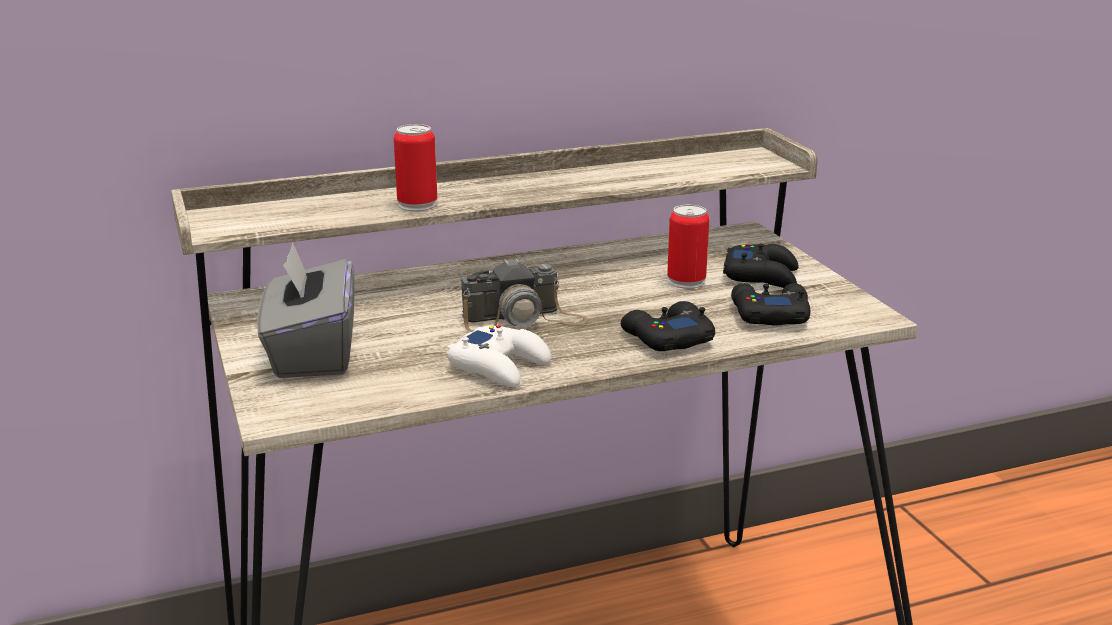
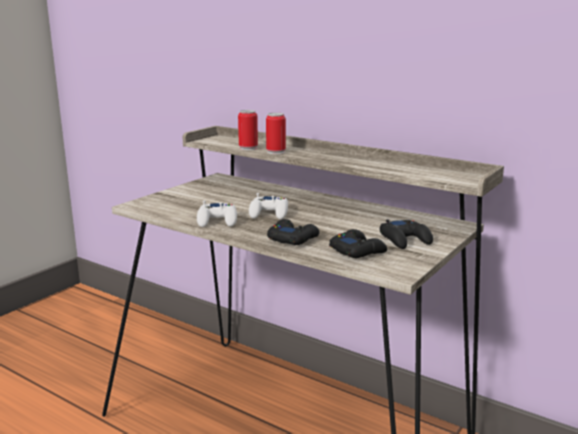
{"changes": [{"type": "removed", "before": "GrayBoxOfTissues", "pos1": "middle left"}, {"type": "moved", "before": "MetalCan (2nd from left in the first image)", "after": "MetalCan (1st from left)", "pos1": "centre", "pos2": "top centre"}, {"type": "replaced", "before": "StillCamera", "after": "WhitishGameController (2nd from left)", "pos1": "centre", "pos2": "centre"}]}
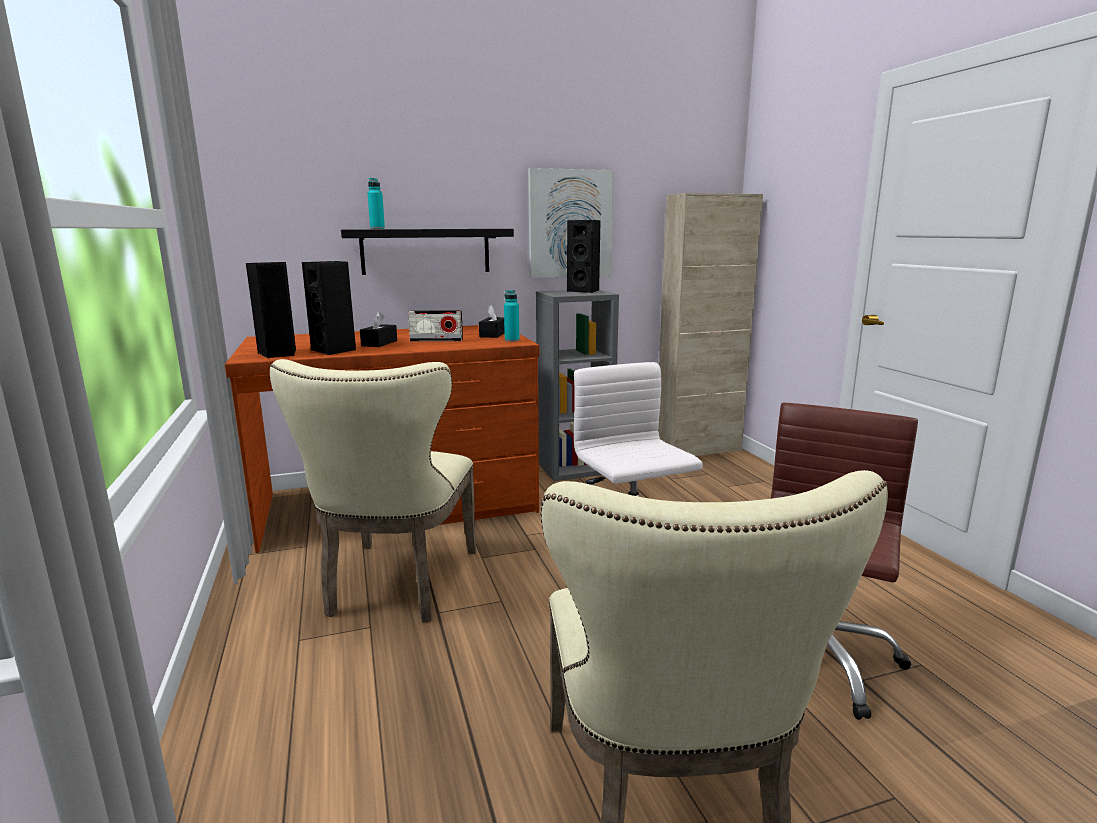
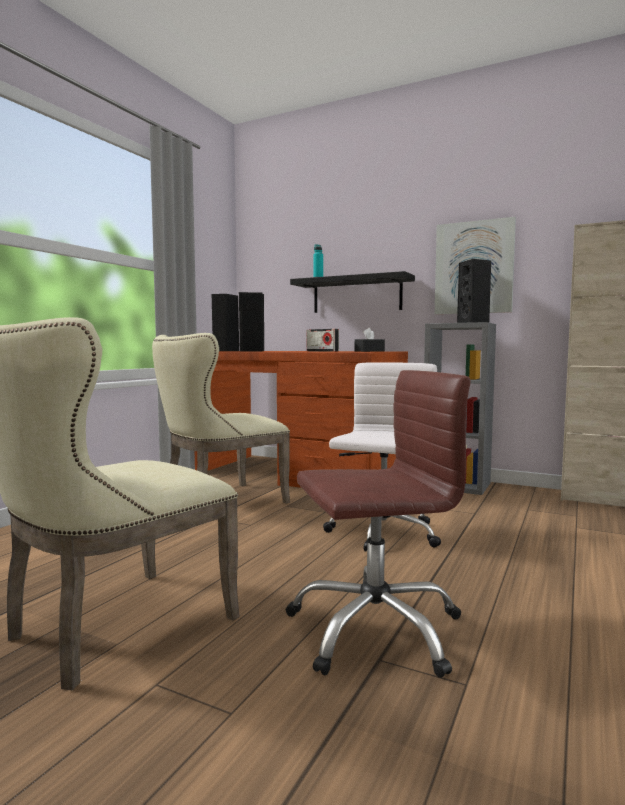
{"changes": [{"type": "removed", "before": "BlackishBoxOfTissues (1st from left)", "pos1": "centre"}, {"type": "removed", "before": "BlueGreenBottle (2nd from left)", "pos1": "centre"}]}
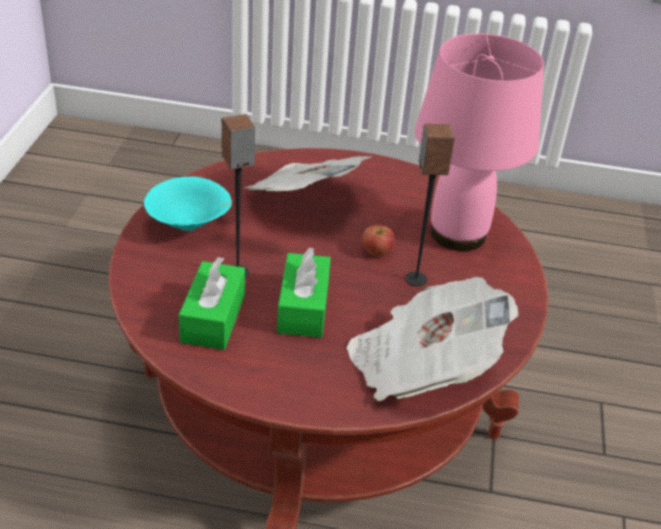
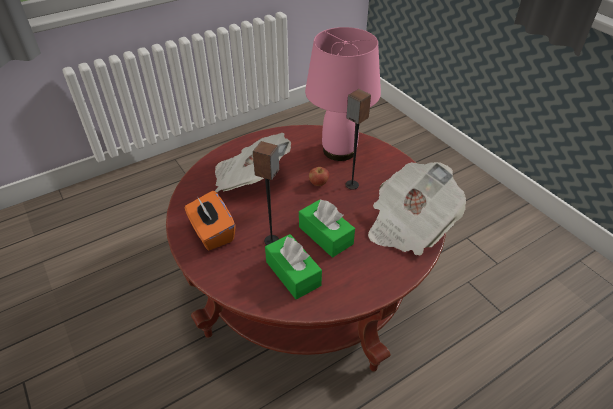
{"changes": [{"type": "replaced", "before": "BlueGreenDeepDish", "after": "OrangeBoxOfTissues", "pos1": "middle left", "pos2": "centre"}]}
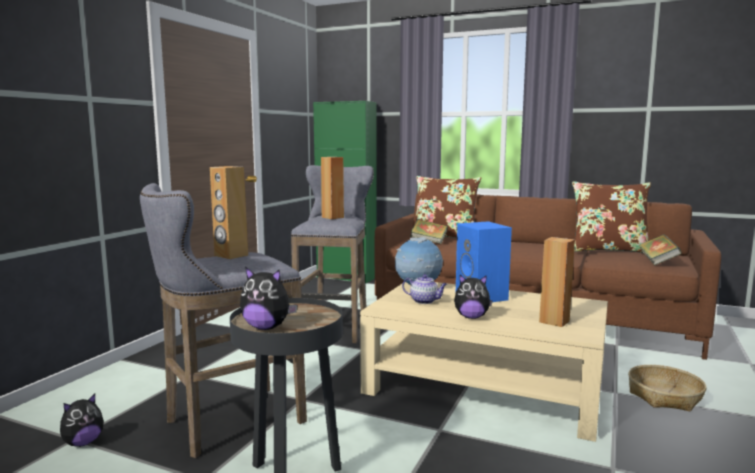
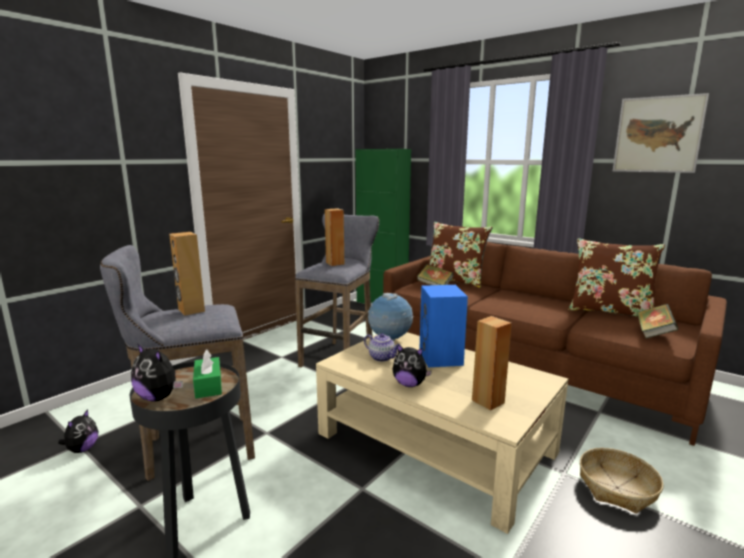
{"changes": [{"type": "added", "after": "GreenBoxOfTissues", "pos2": "bottom left"}, {"type": "added", "after": "WallPicture", "pos2": "top right"}, {"type": "turned", "before": "SoftToy (1st from left)", "pos1": "bottom left", "pos2": "bottom left", "turn": -45}]}
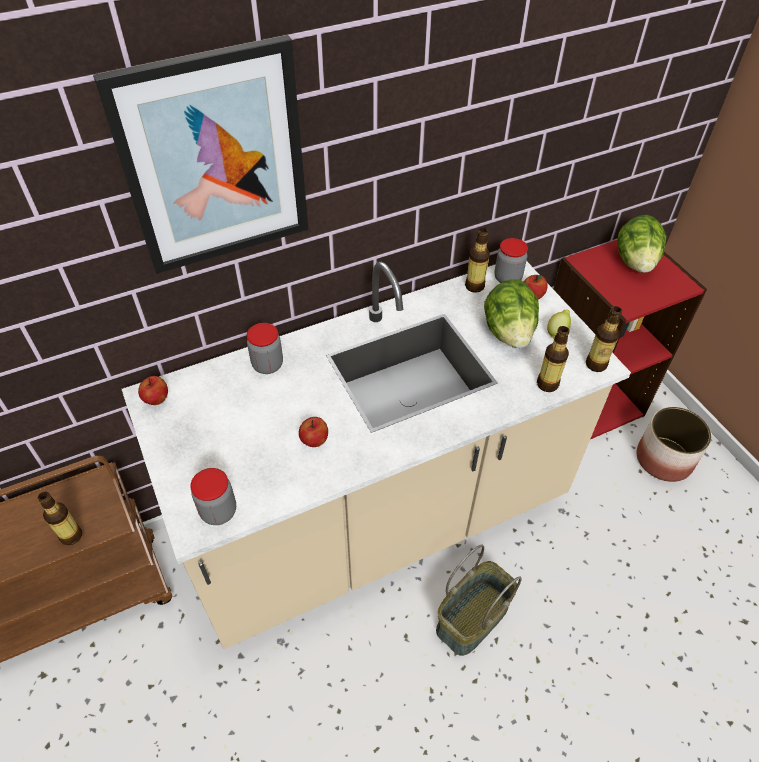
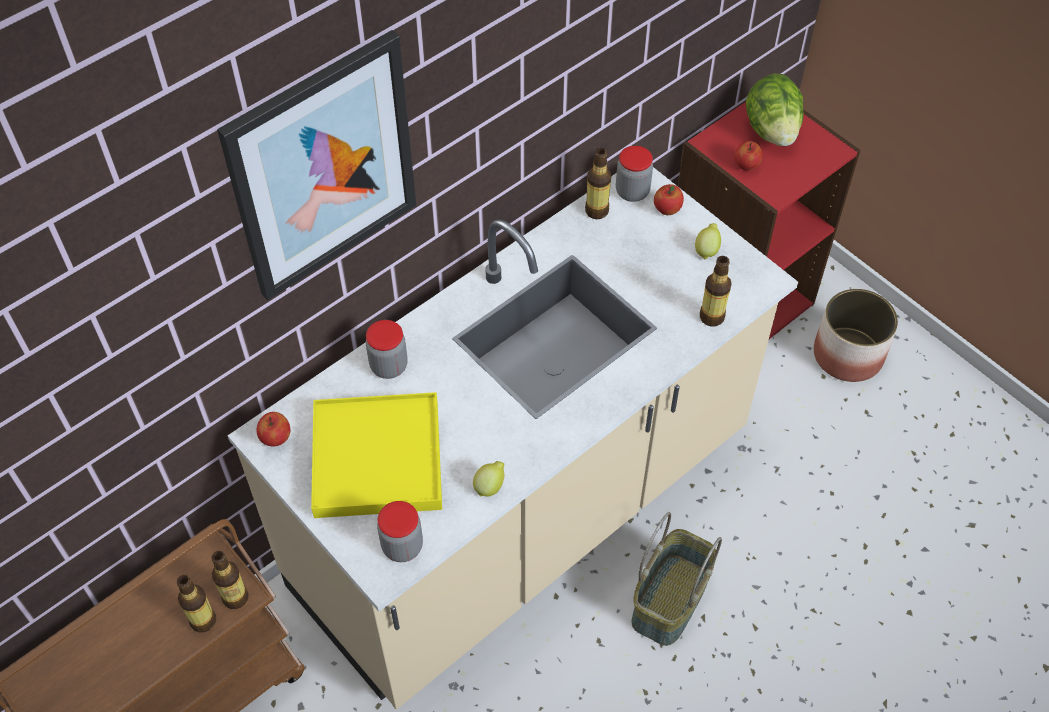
{"changes": [{"type": "removed", "before": "Lettuce (1st from left)", "pos1": "middle right"}, {"type": "added", "after": "YellowCarryingTray", "pos2": "centre"}, {"type": "added", "after": "CitrusFruit (1st from left)", "pos2": "bottom centre"}, {"type": "moved", "before": "WholeApple (2nd from left in the first image)", "after": "WholeApple (3rd from left)", "pos1": "centre", "pos2": "top right"}, {"type": "moved", "before": "Bottle (4th from left in the first image)", "after": "Bottle (2nd from left)", "pos1": "middle right", "pos2": "bottom left"}]}
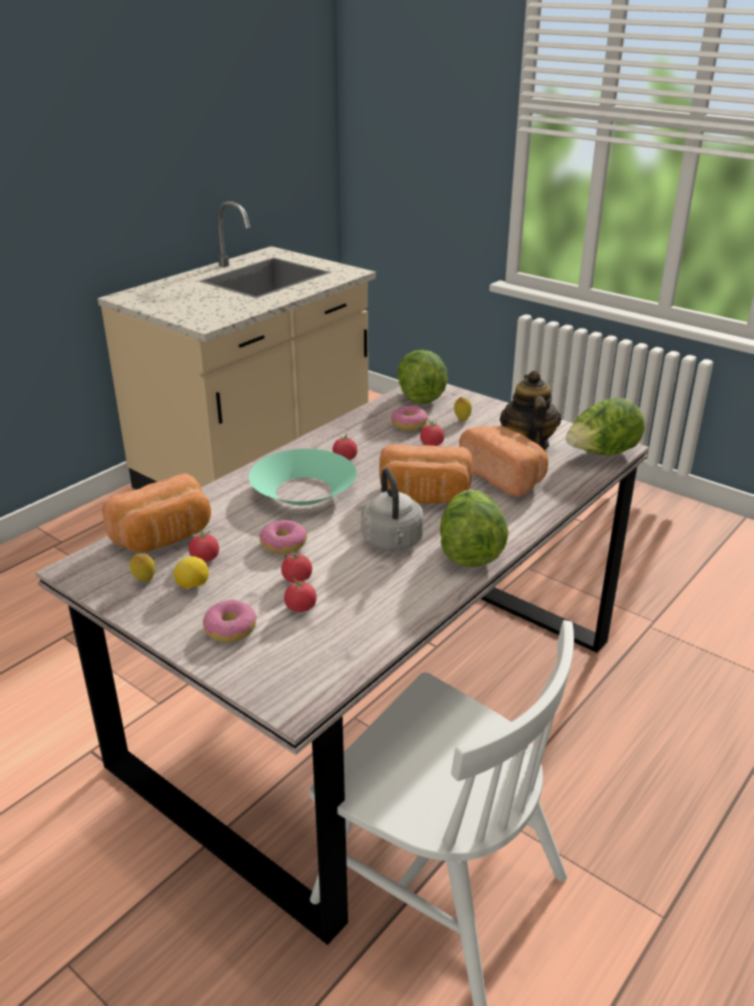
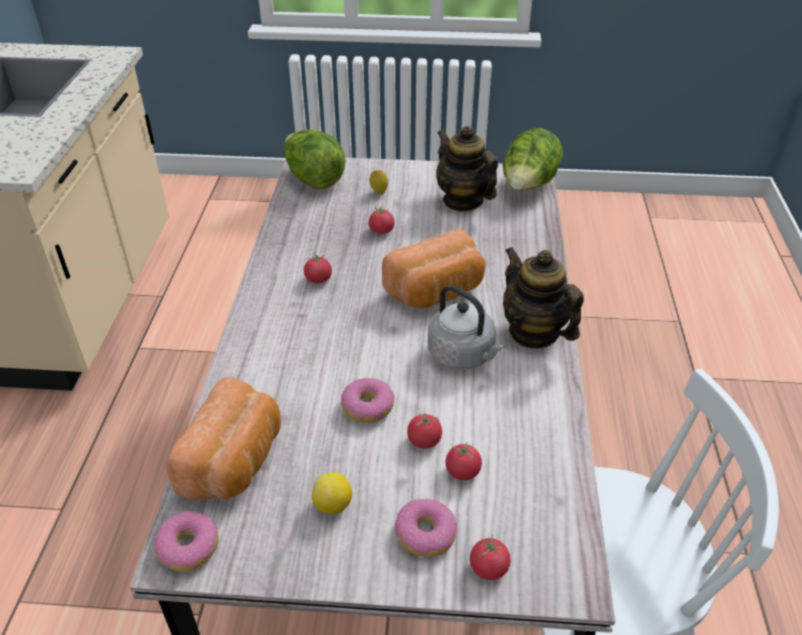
{"changes": [{"type": "removed", "before": "CitrusFruit (1st from left)", "pos1": "middle left"}, {"type": "removed", "before": "BlueGreenDeepDish", "pos1": "centre"}, {"type": "removed", "before": "BakeryBread (3rd from left)", "pos1": "middle right"}, {"type": "moved", "before": "WholeTomato (1st from left in the first image)", "after": "WholeTomato (5th from left)", "pos1": "middle left", "pos2": "bottom centre"}, {"type": "moved", "before": "Donut (3rd from left in the first image)", "after": "Donut (1st from left)", "pos1": "centre", "pos2": "bottom left"}, {"type": "replaced", "before": "Lettuce (2nd from left)", "after": "TeaPot (2nd from left)", "pos1": "centre", "pos2": "middle right"}]}
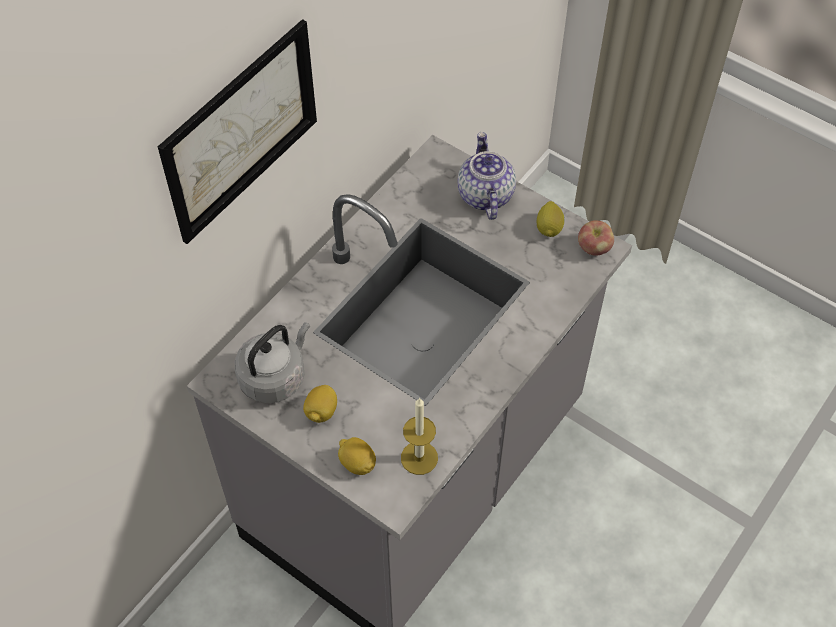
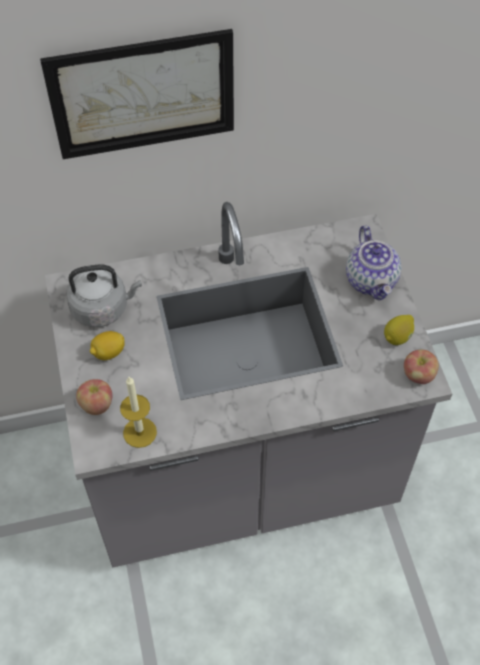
{"changes": [{"type": "replaced", "before": "CitrusFruit (2nd from left)", "after": "WholeApple (1st from left)", "pos1": "bottom centre", "pos2": "middle left"}, {"type": "turned", "before": "TeaPot", "pos1": "top centre", "pos2": "middle right", "turn": 135}]}
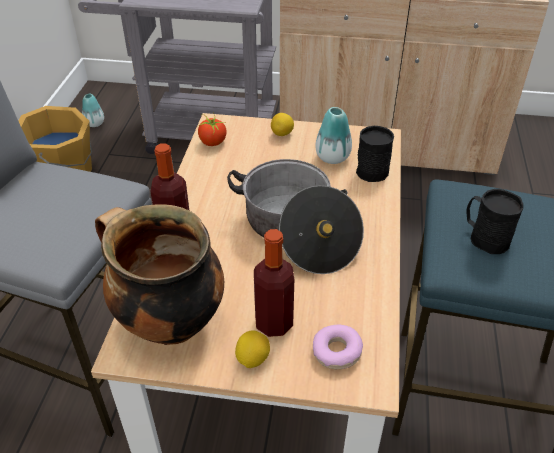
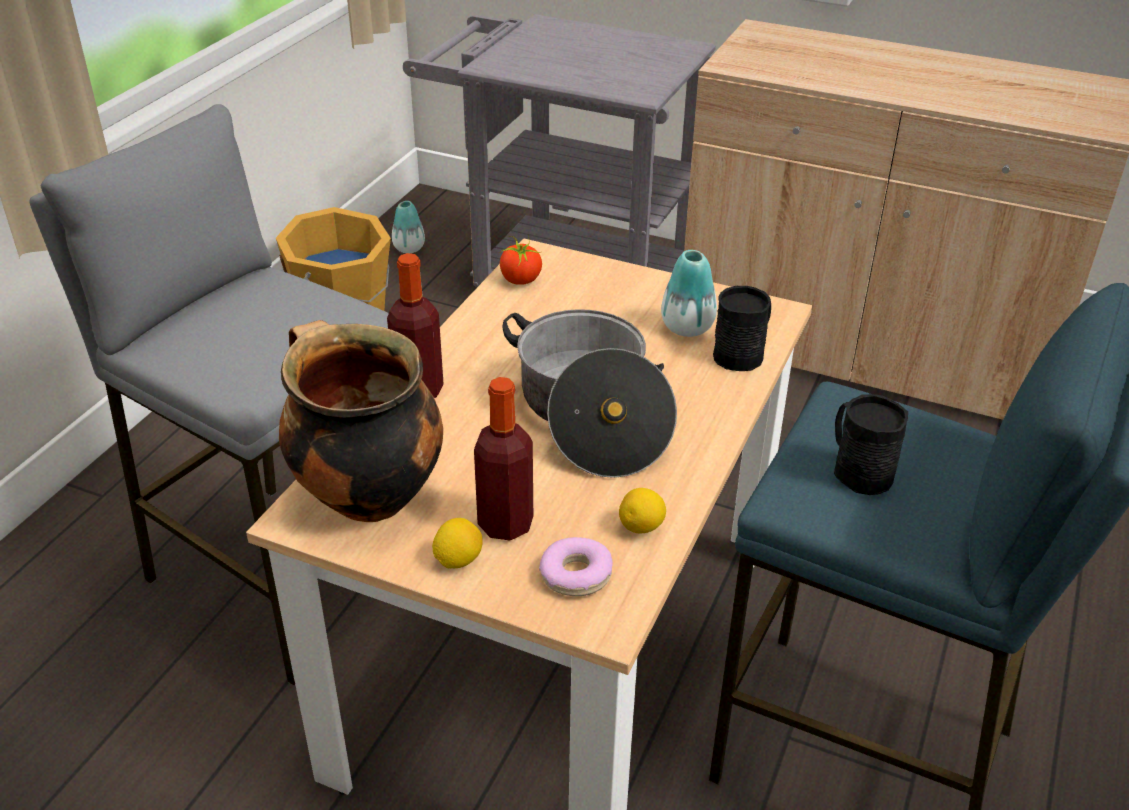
{"changes": [{"type": "moved", "before": "CitrusFruit (2nd from left)", "pos1": "top centre", "pos2": "centre"}]}
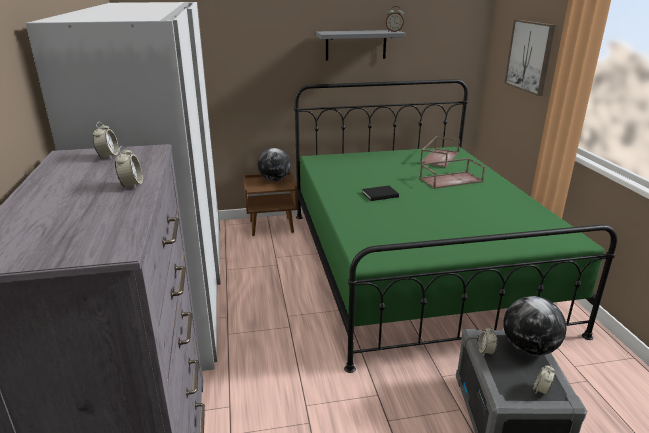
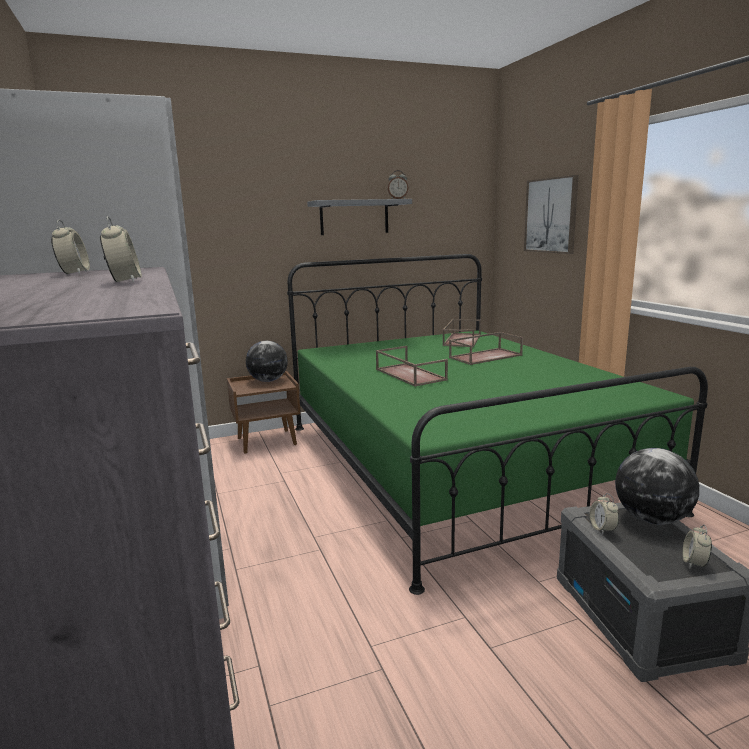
{"changes": [{"type": "replaced", "before": "BlackishBoundBook", "after": "BrownCarryingTray (1st from left)", "pos1": "centre", "pos2": "centre"}]}
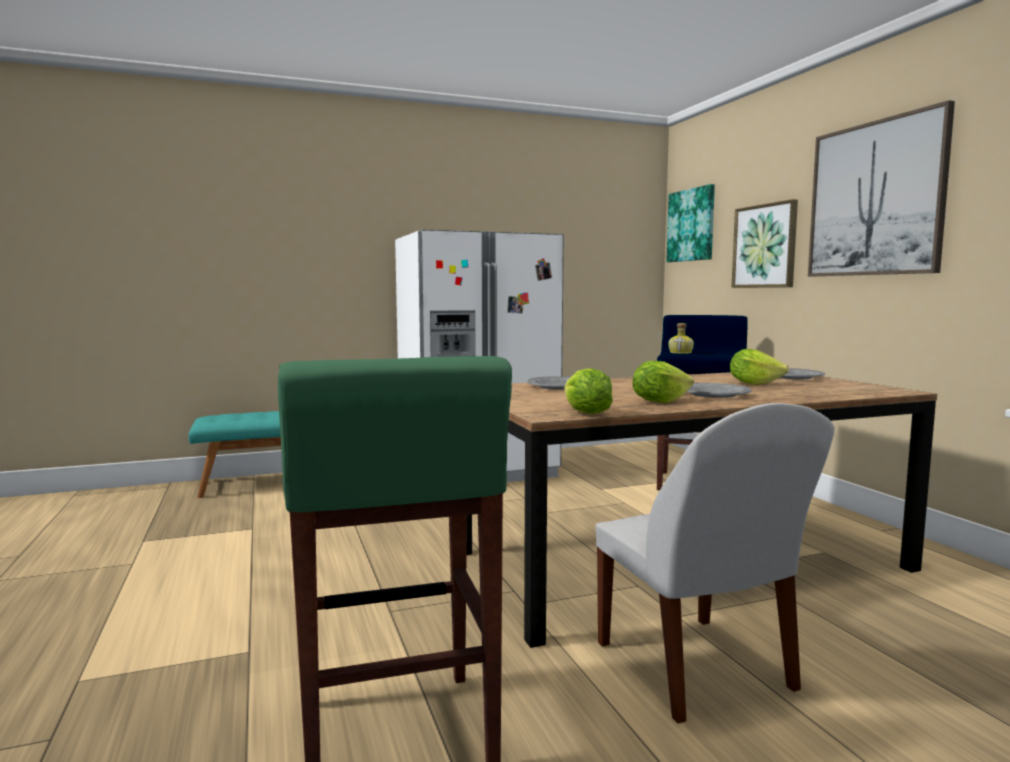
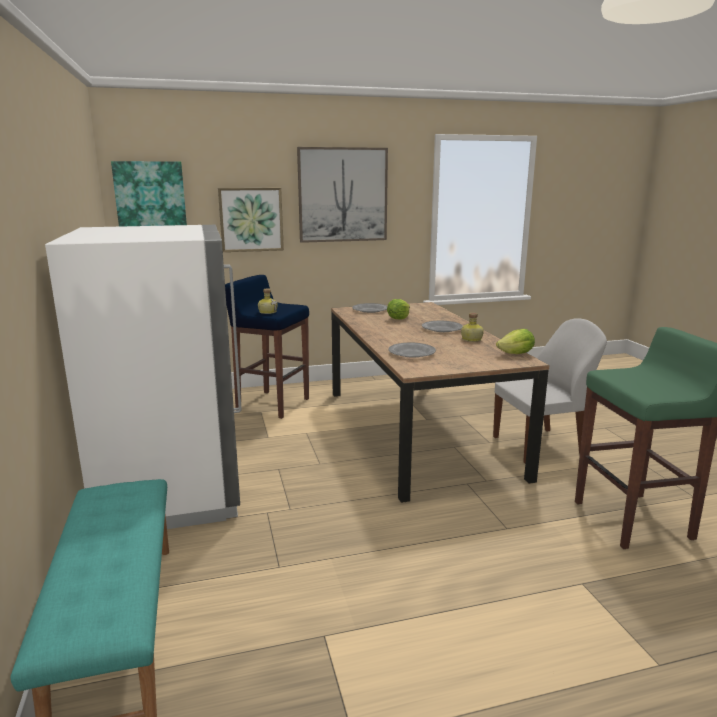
{"changes": [{"type": "replaced", "before": "Lettuce (2nd from left)", "after": "Bottle (2nd from left)", "pos1": "centre", "pos2": "centre"}]}
